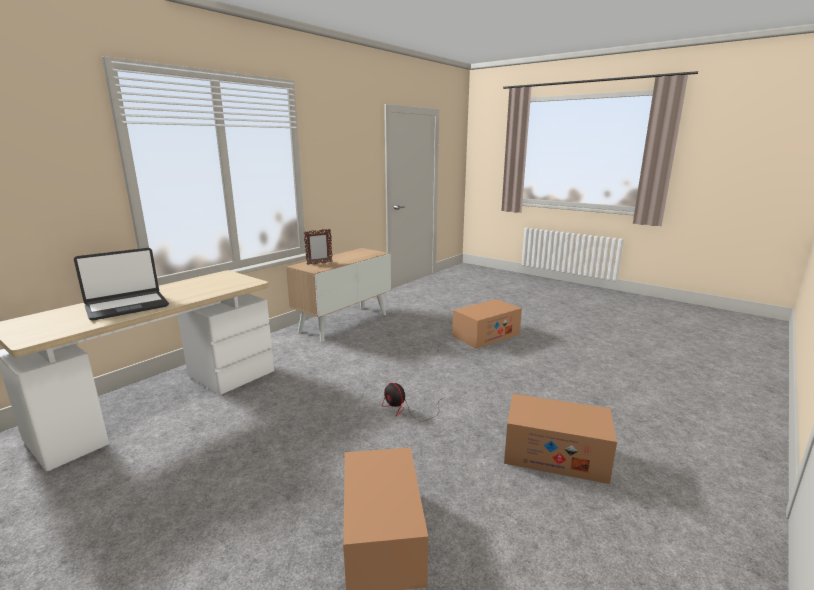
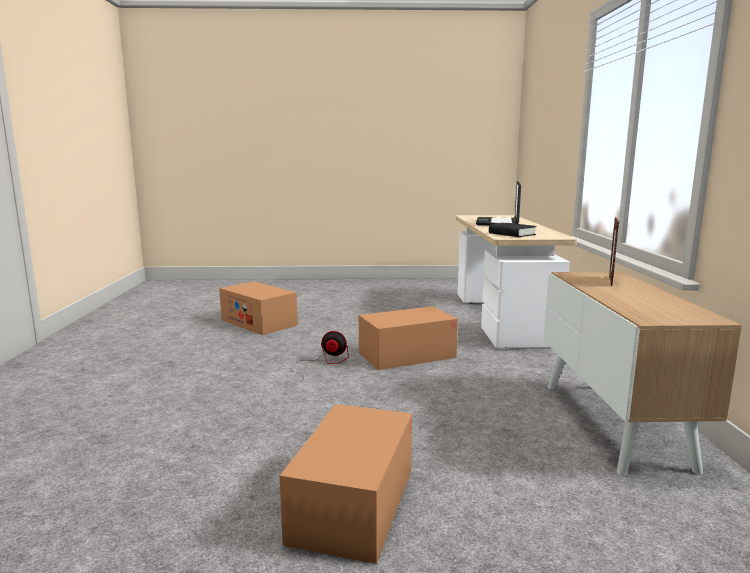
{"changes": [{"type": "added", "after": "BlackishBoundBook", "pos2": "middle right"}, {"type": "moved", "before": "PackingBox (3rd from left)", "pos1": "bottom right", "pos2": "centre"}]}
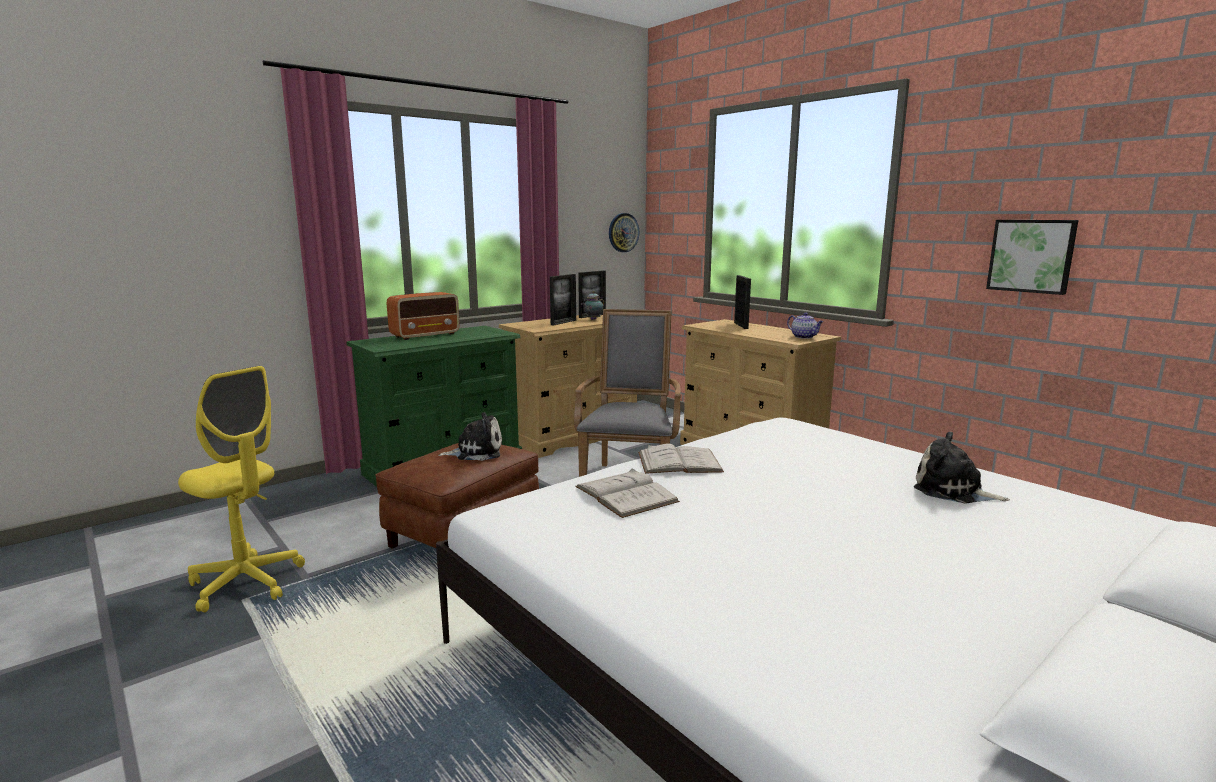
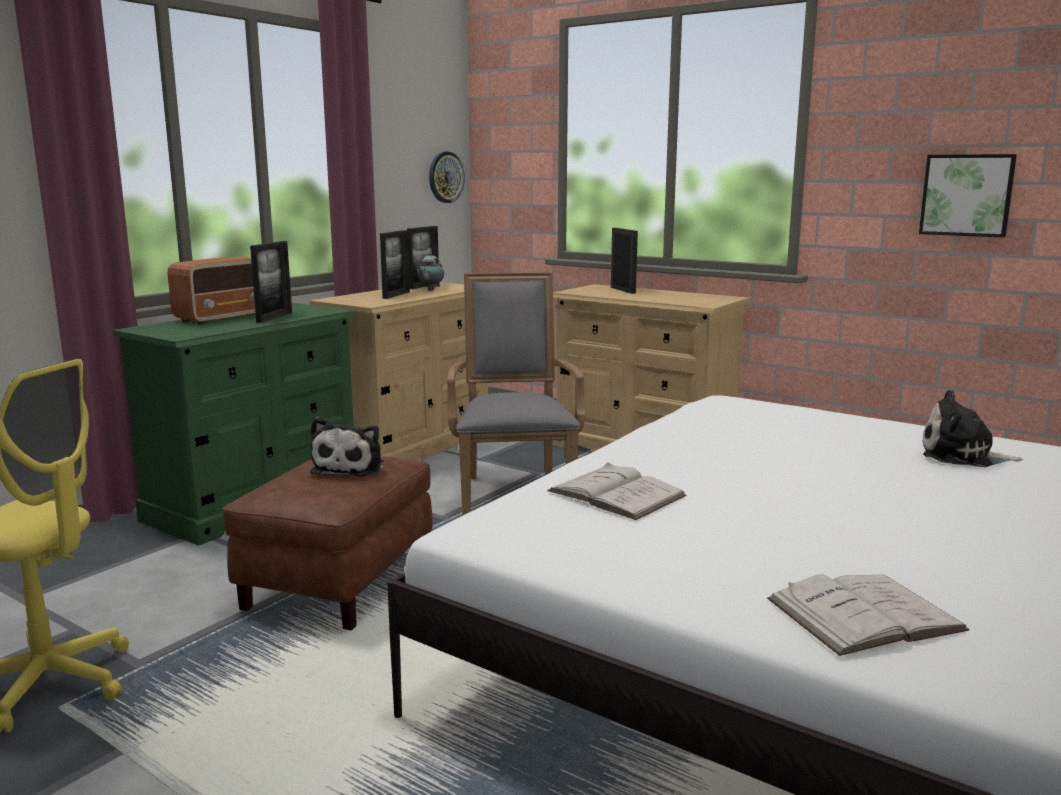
{"changes": [{"type": "removed", "before": "TeaPot (2nd from left)", "pos1": "centre"}, {"type": "added", "after": "StandingFrame (1st from left)", "pos2": "middle left"}, {"type": "moved", "before": "WhitishBoundBook (2nd from left)", "pos1": "centre", "pos2": "bottom right"}, {"type": "turned", "before": "SoftToy (1st from left)", "pos1": "centre", "pos2": "middle left", "turn": 120}]}
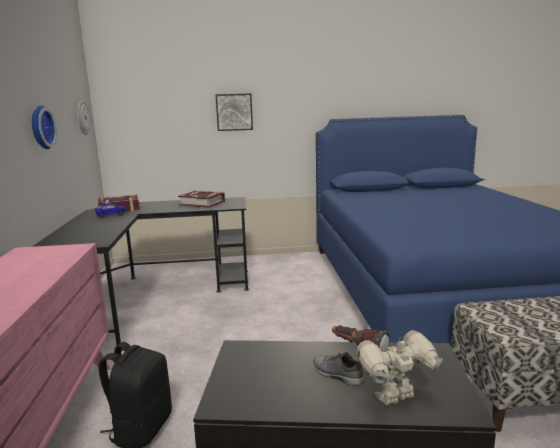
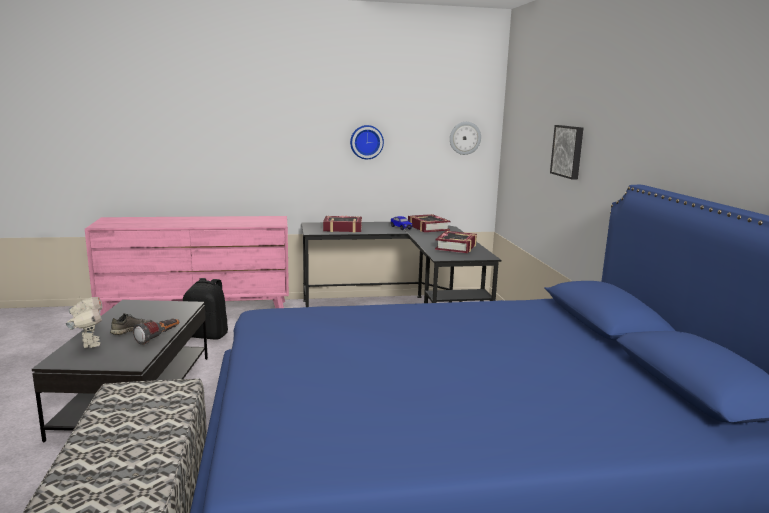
{"changes": [{"type": "added", "after": "BoundBook (1st from left)", "pos2": "centre"}]}
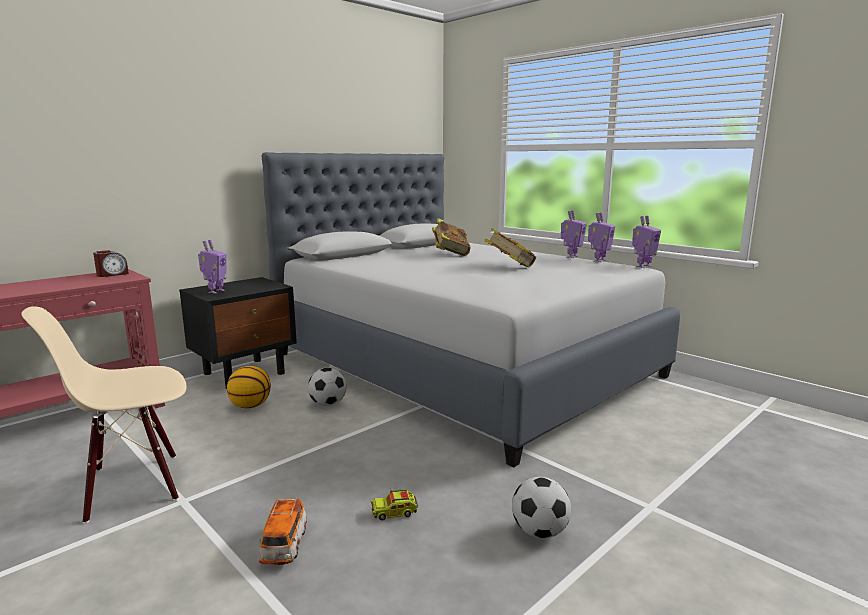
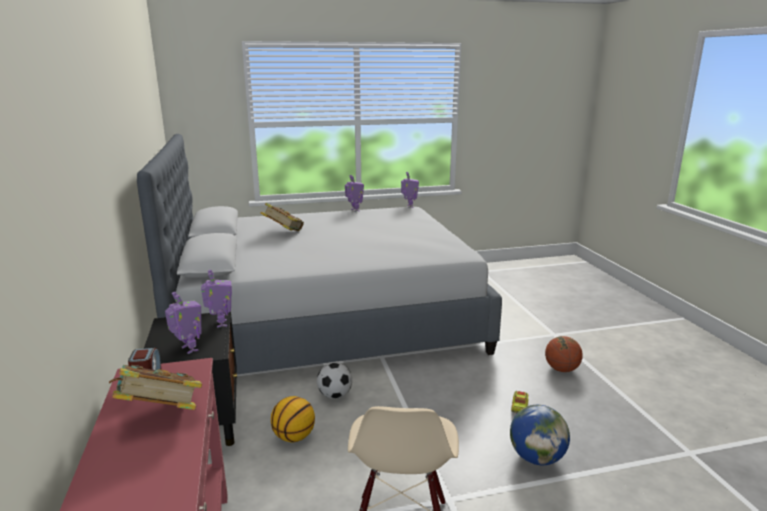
{"changes": [{"type": "moved", "before": "BoundBook (2nd from left in the first image)", "after": "BoundBook (1st from left)", "pos1": "centre", "pos2": "bottom left"}, {"type": "moved", "before": "ModelRobot (3rd from left in the first image)", "after": "ModelRobot (2nd from left)", "pos1": "middle right", "pos2": "middle left"}, {"type": "replaced", "before": "ToyCar", "after": "Globe", "pos1": "bottom left", "pos2": "bottom right"}, {"type": "replaced", "before": "FootballBall (2nd from left)", "after": "BasketballBall (2nd from left)", "pos1": "bottom centre", "pos2": "bottom right"}]}
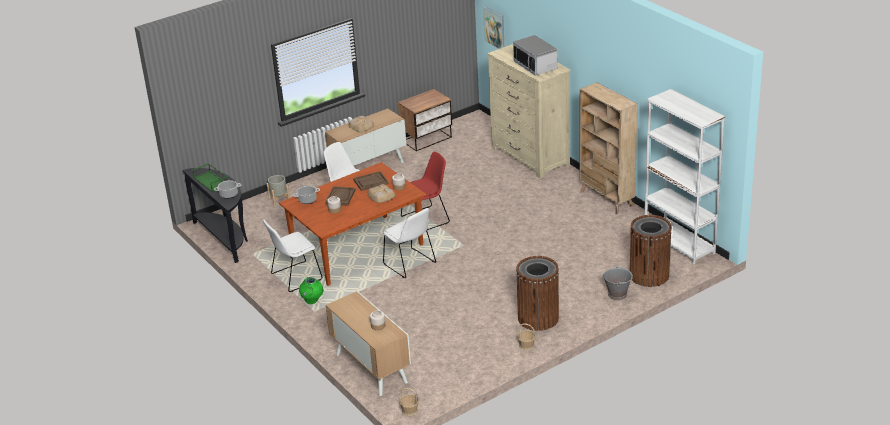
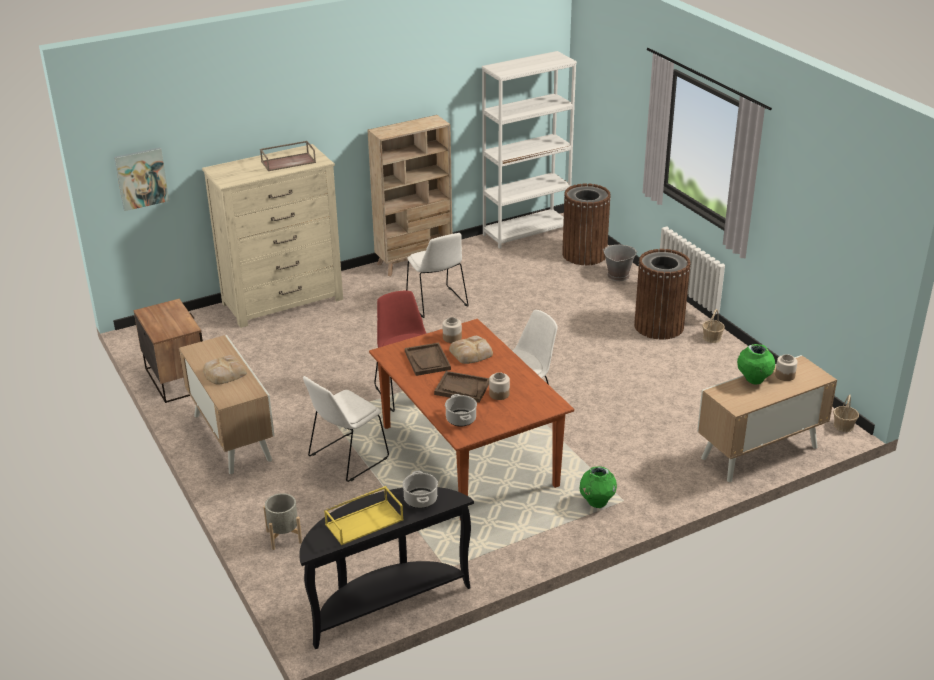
{"changes": [{"type": "added", "after": "GreenDecorativeVase (2nd from left)", "pos2": "middle right"}, {"type": "moved", "before": "WhitishUprightChair (1st from left in the first image)", "after": "WhitishUprightChair (2nd from left)", "pos1": "middle left", "pos2": "centre"}, {"type": "replaced", "before": "MicrowaveOven", "after": "BrownCarryingTray (1st from left)", "pos1": "top centre", "pos2": "top left"}, {"type": "recoloured", "before": "GreenCarryingTray", "after": "YellowCarryingTray", "pos1": "middle left", "pos2": "bottom centre"}]}
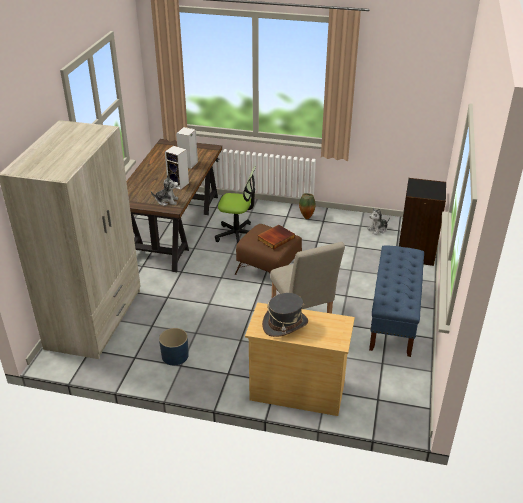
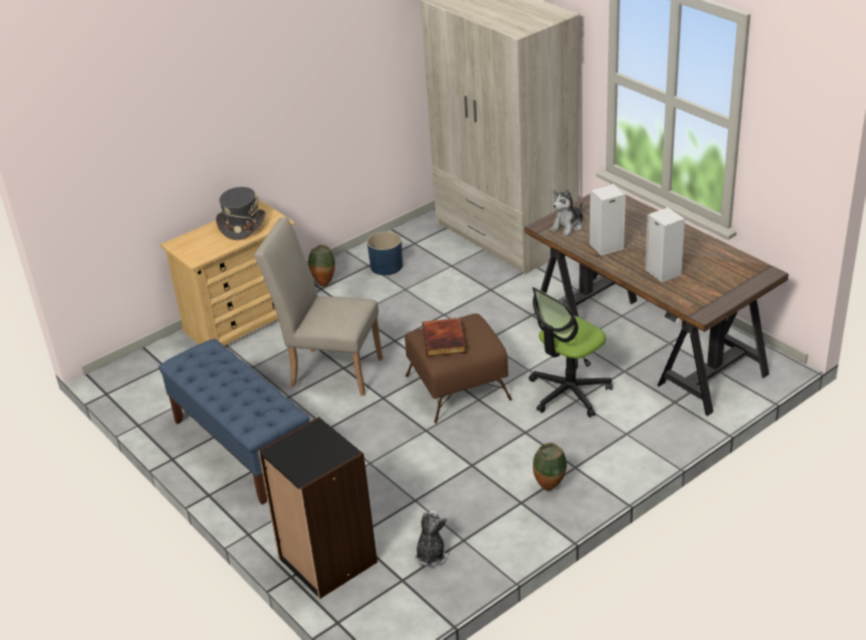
{"changes": [{"type": "added", "after": "DecorativeVase (1st from left)", "pos2": "centre"}]}
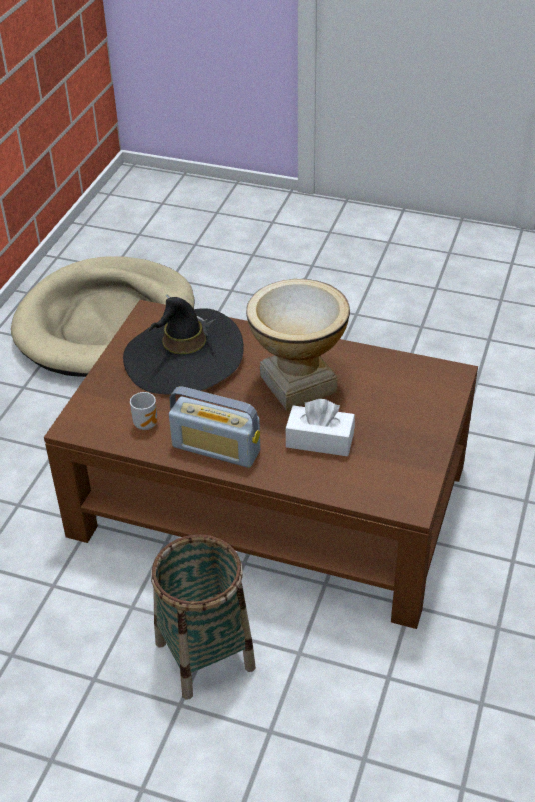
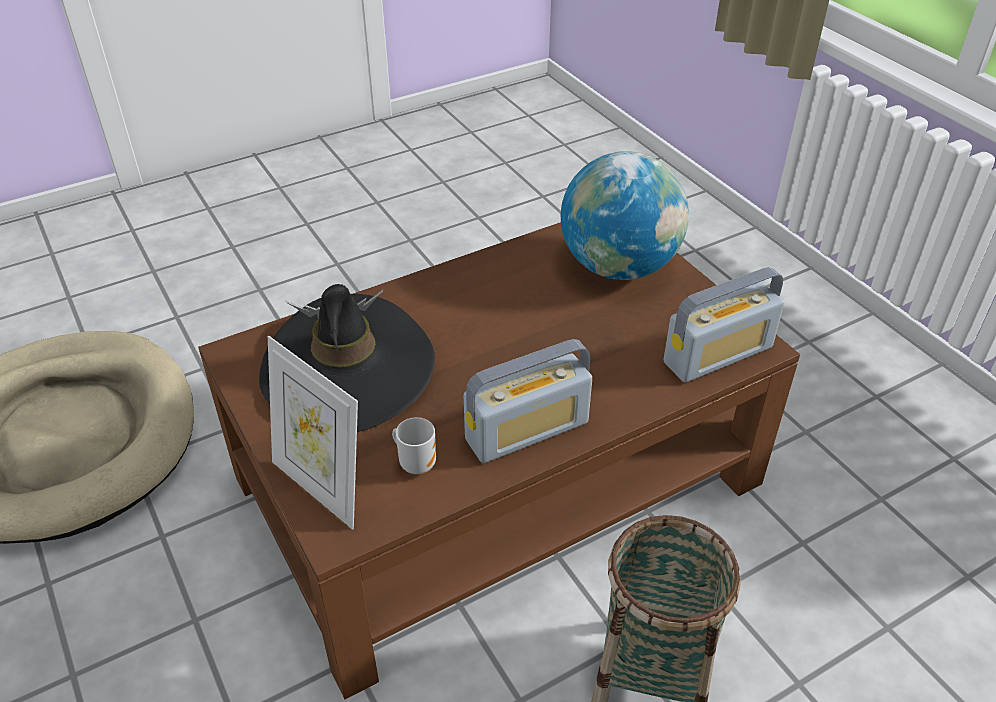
{"changes": [{"type": "removed", "before": "DecorativeVase", "pos1": "centre"}, {"type": "removed", "before": "WhitishBoxOfTissues", "pos1": "centre"}, {"type": "added", "after": "StandingFrame", "pos2": "middle left"}, {"type": "added", "after": "Globe", "pos2": "top centre"}, {"type": "added", "after": "Radio (2nd from left)", "pos2": "middle right"}]}
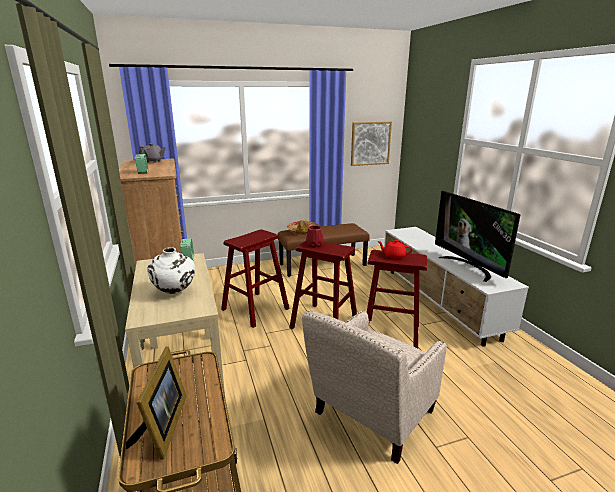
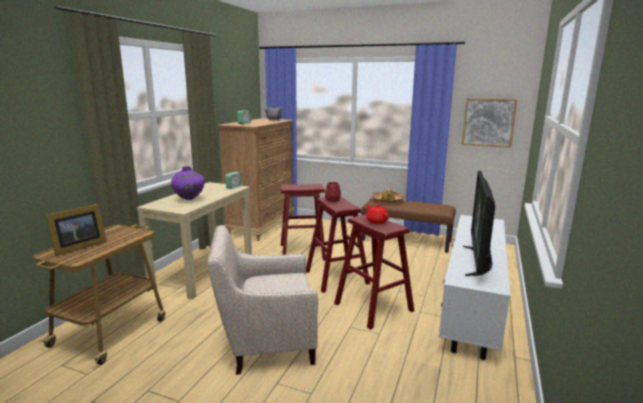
{"changes": [{"type": "recoloured", "before": "WhitishDecorativeVase", "after": "PurpleColouredDecorativeVase", "pos1": "middle left", "pos2": "middle left"}]}
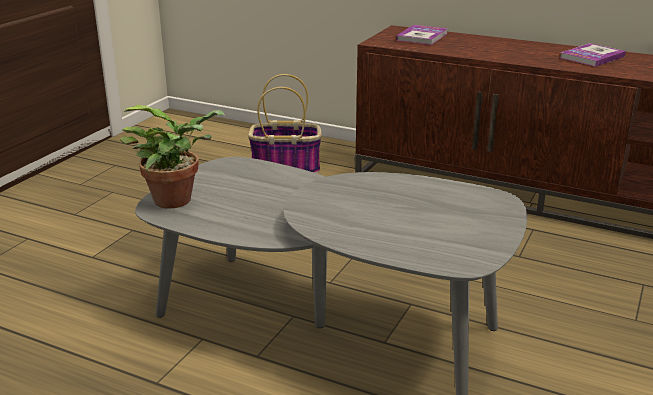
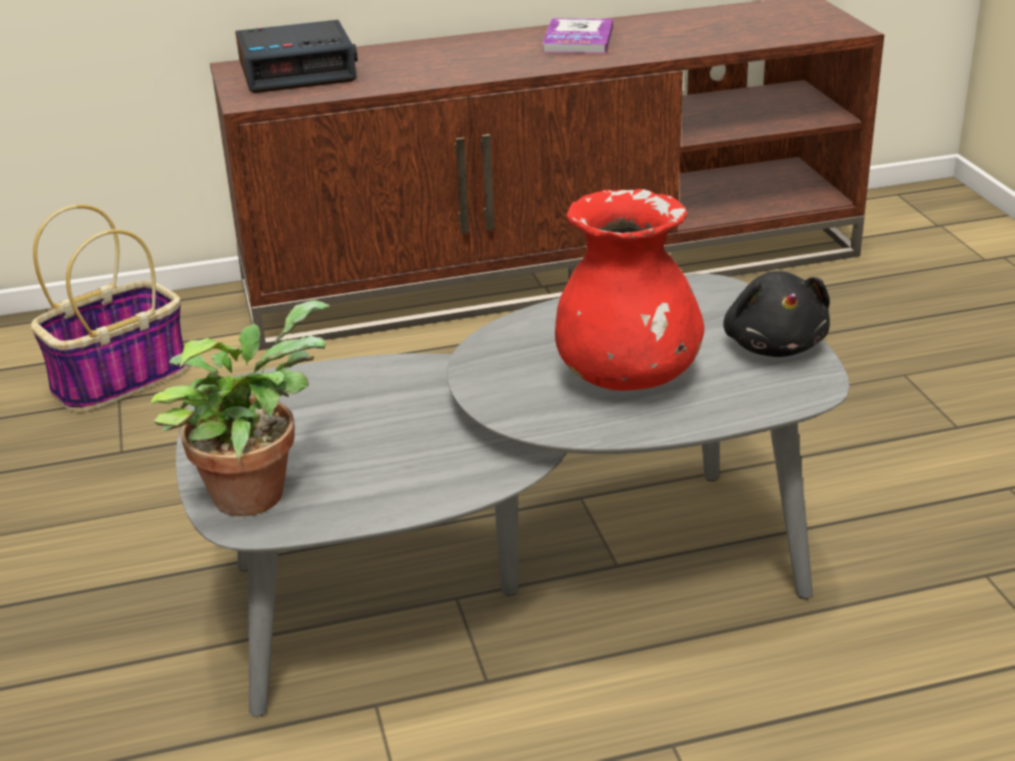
{"changes": [{"type": "added", "after": "RedColouredDecorativeVase", "pos2": "centre"}, {"type": "added", "after": "BlackishSoftToy", "pos2": "middle right"}, {"type": "replaced", "before": "BoundBook (1st from left)", "after": "BedsideClock", "pos1": "top centre", "pos2": "top left"}]}
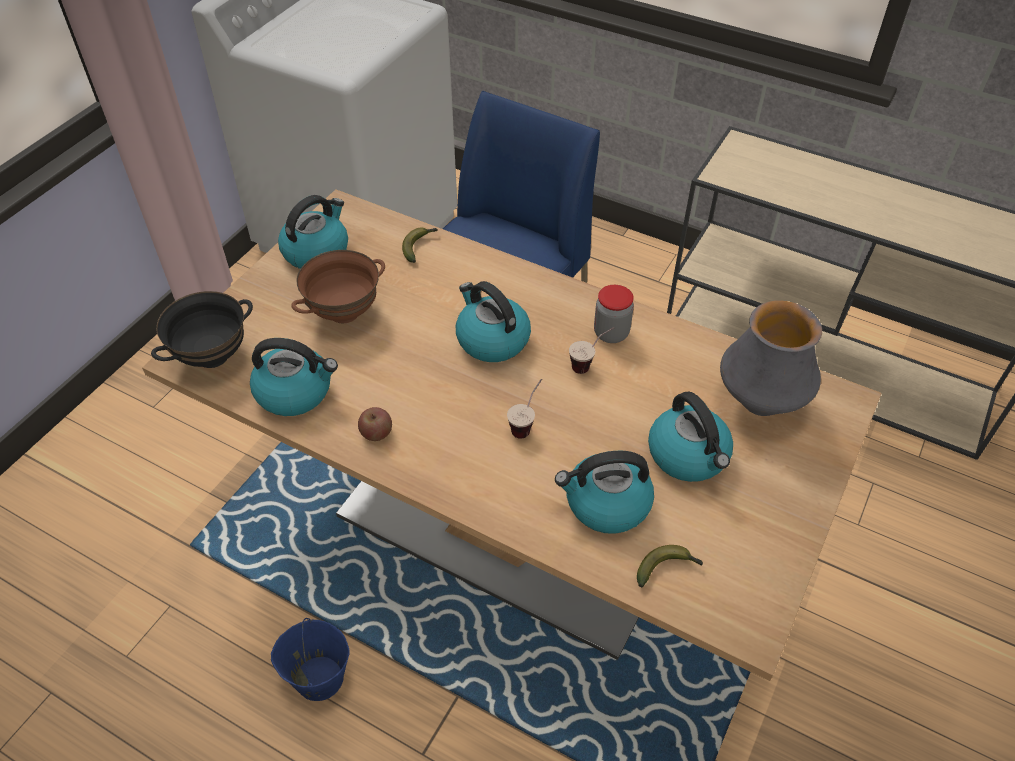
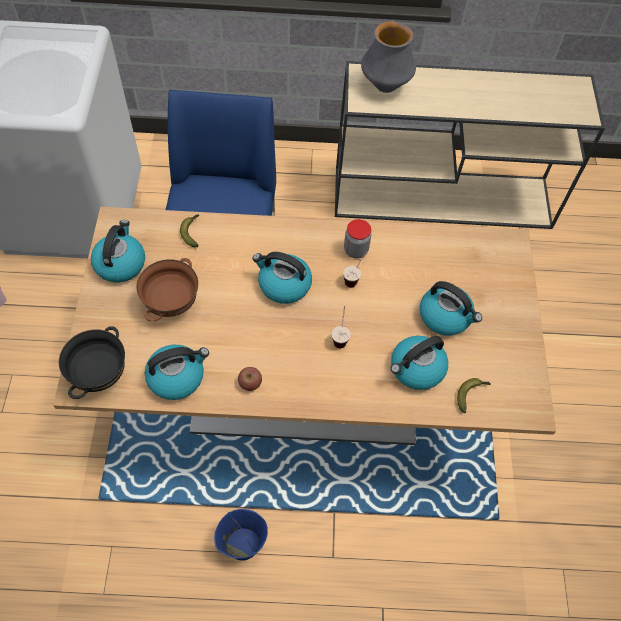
{"changes": [{"type": "moved", "before": "DecorativeVase", "pos1": "middle right", "pos2": "top centre"}]}
